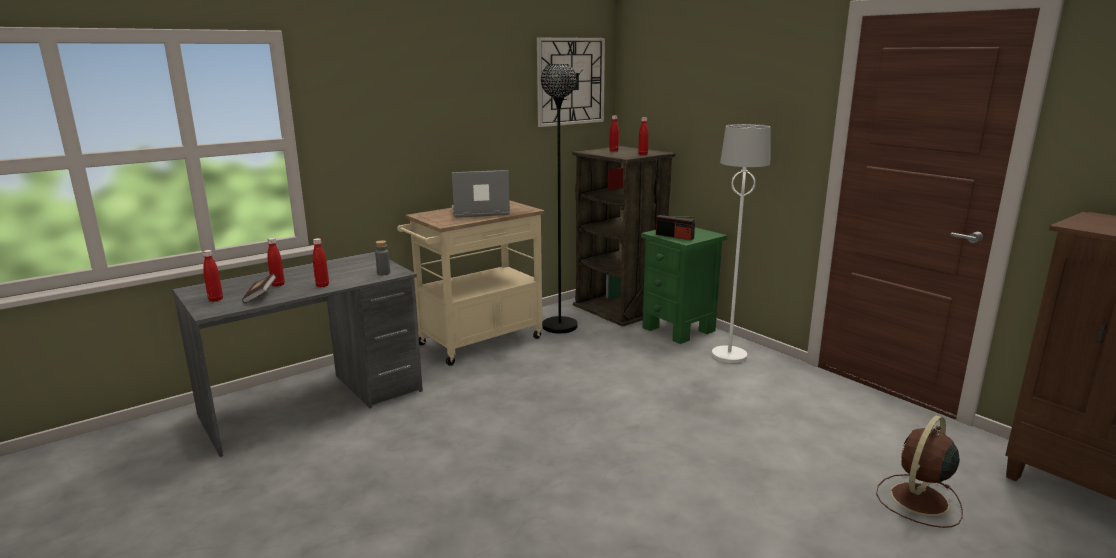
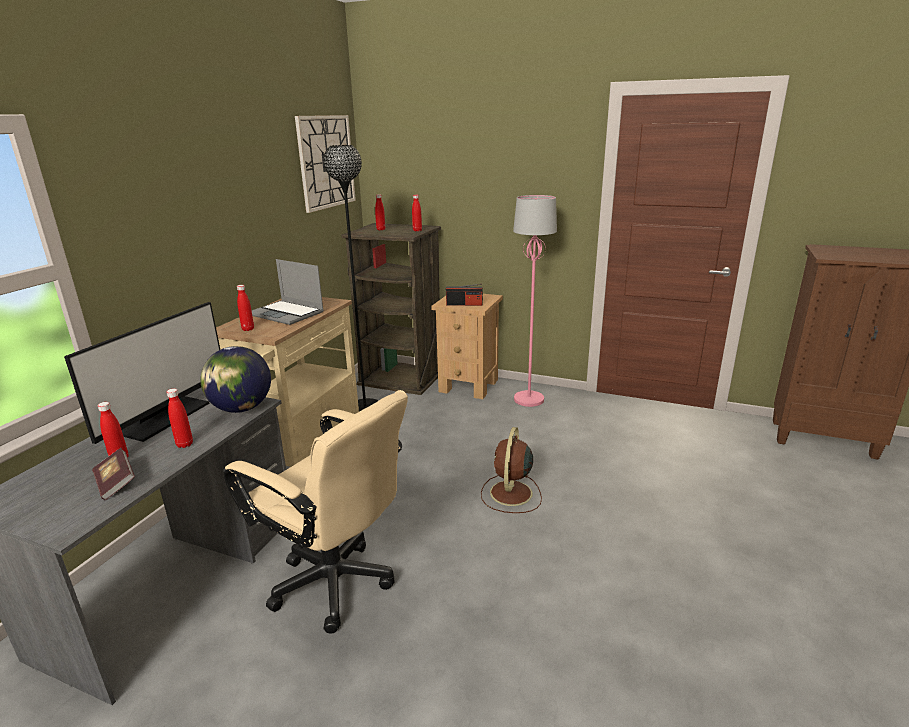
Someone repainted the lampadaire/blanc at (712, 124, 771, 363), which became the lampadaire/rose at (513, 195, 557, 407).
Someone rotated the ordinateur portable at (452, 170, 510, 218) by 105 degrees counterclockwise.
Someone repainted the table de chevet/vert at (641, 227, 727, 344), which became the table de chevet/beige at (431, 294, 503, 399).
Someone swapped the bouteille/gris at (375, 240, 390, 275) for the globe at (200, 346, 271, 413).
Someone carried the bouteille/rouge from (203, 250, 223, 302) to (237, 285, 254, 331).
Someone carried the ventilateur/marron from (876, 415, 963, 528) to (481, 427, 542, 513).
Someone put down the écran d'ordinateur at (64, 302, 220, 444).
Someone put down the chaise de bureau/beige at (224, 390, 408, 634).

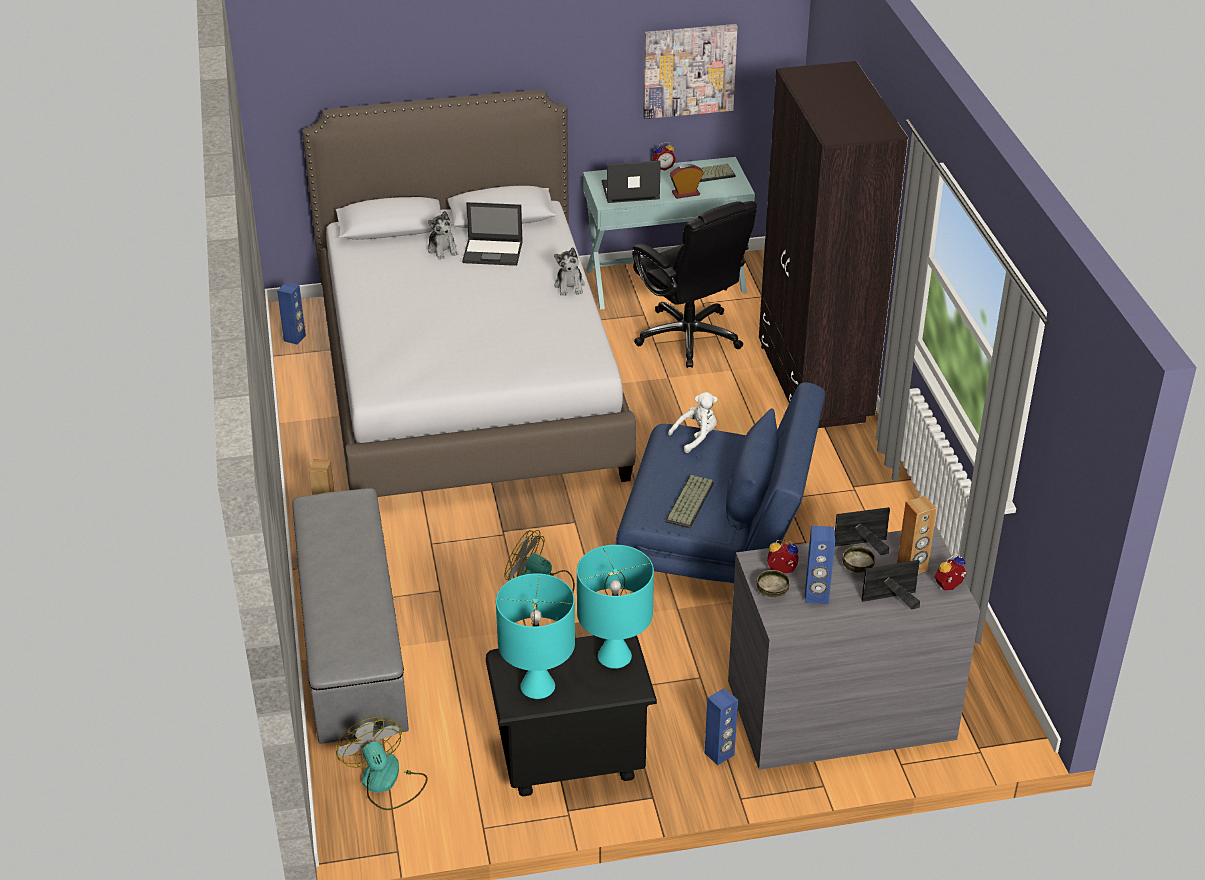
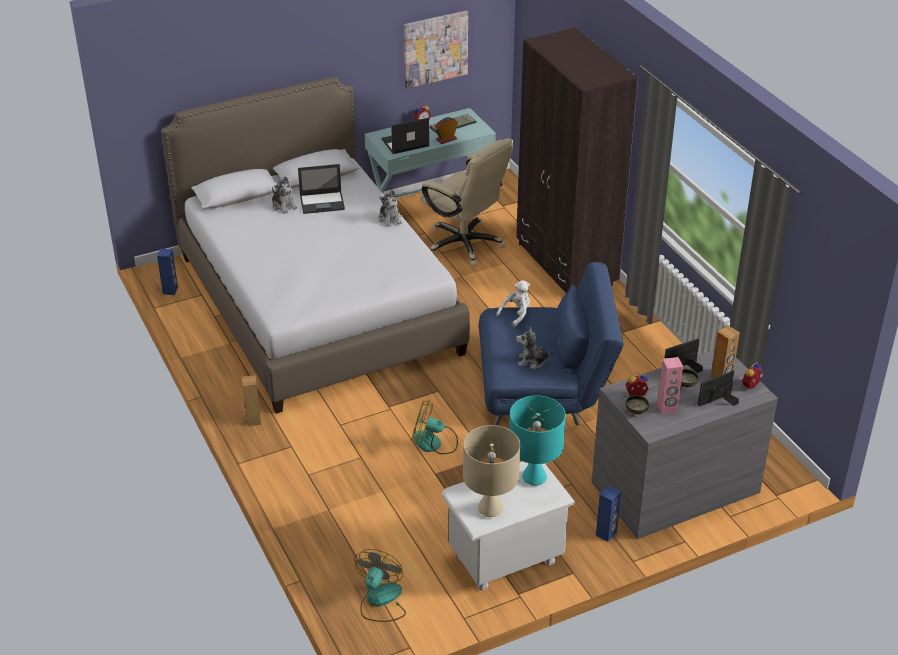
Someone repainted the chaise de bureau/noir at (632, 201, 757, 368), which became the chaise de bureau/beige at (420, 138, 513, 267).
Someone swapped the clavier at (665, 475, 714, 528) for the peluche at (516, 327, 554, 369).
Someone took away the banc/gris at (292, 488, 409, 744).
Someone repainted the enceinte/bleu at (805, 526, 835, 604), which became the enceinte/rose at (657, 357, 683, 414).
Someone repainted the lampe de table/turquoise at (496, 573, 575, 699), which became the lampe de table/beige at (463, 425, 521, 517).
Someone repainted the table de chevet/noir at (486, 635, 657, 797), which became the table de chevet/blanc at (442, 462, 575, 591).
Someone rotated the ventilateur at (336, 716, 428, 810) by 60 degrees clockwise.

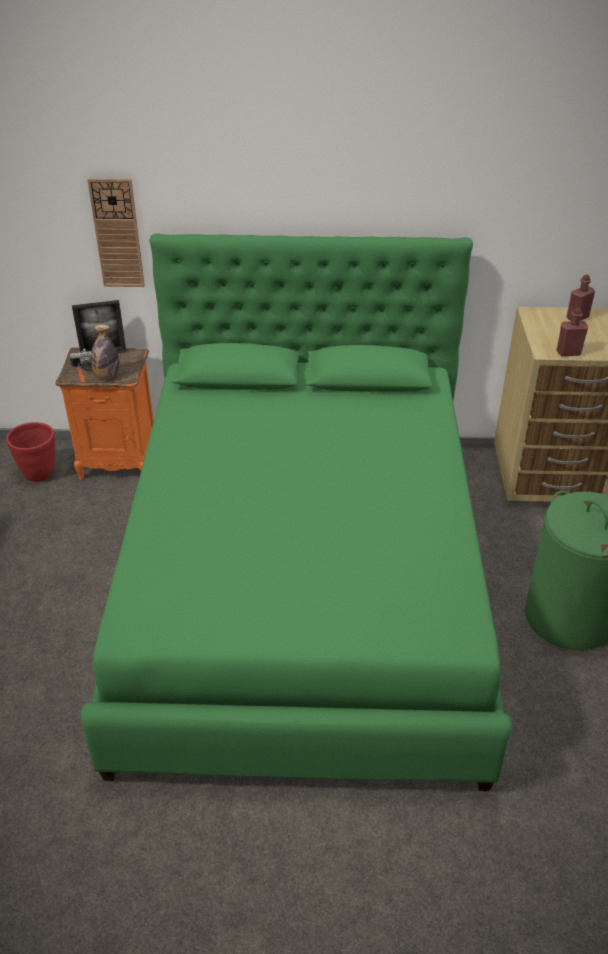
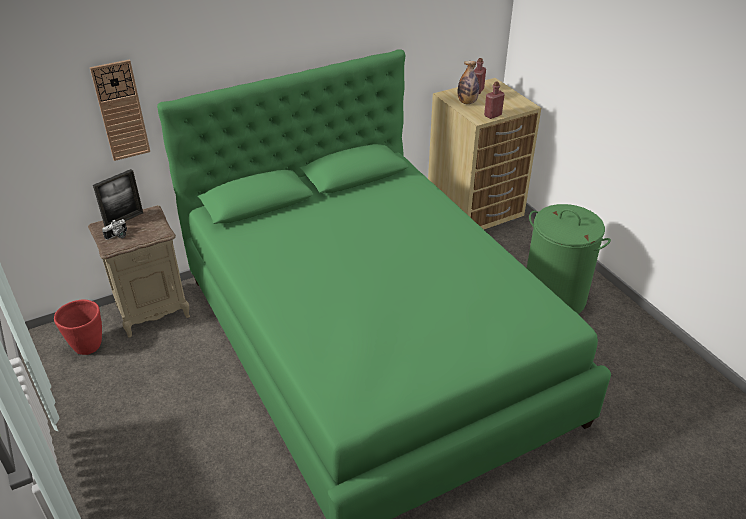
Someone carried the bouteille from (91, 325, 119, 379) to (457, 61, 479, 104).
Someone repainted the table de chevet/orange at (55, 347, 154, 480), which became the table de chevet/beige at (88, 205, 190, 338).

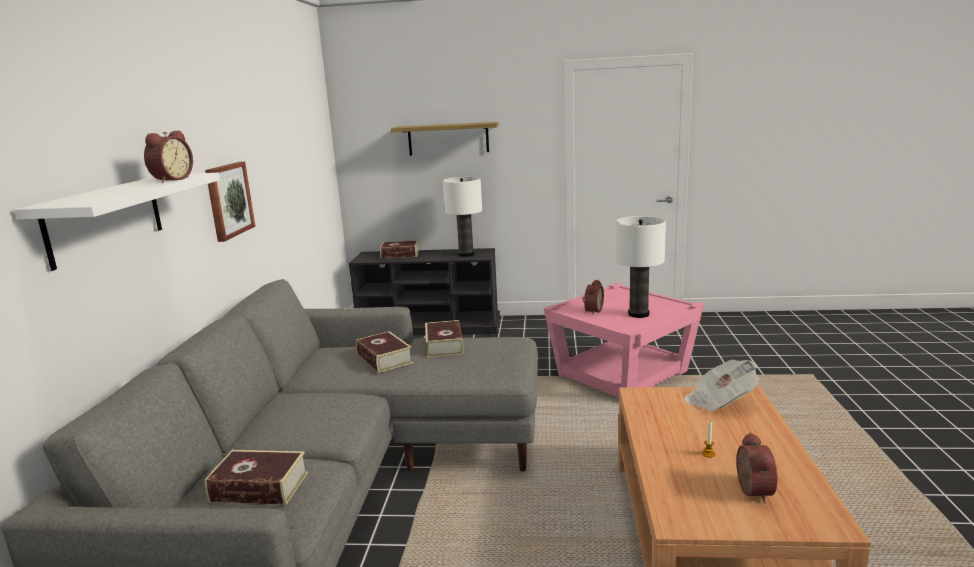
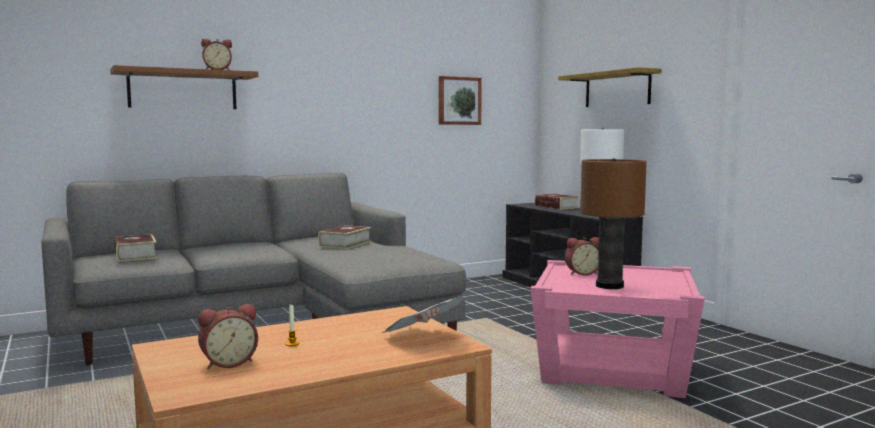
Someone carried the tableau from (205, 161, 255, 242) to (439, 76, 482, 125).
Someone repainted the étagère/blanc at (14, 173, 220, 271), which became the étagère/marron at (110, 65, 258, 109).
Someone repainted the lampe de table/blanc at (616, 216, 666, 318), which became the lampe de table/marron at (580, 158, 647, 289).
Someone took away the livre at (425, 320, 464, 358).

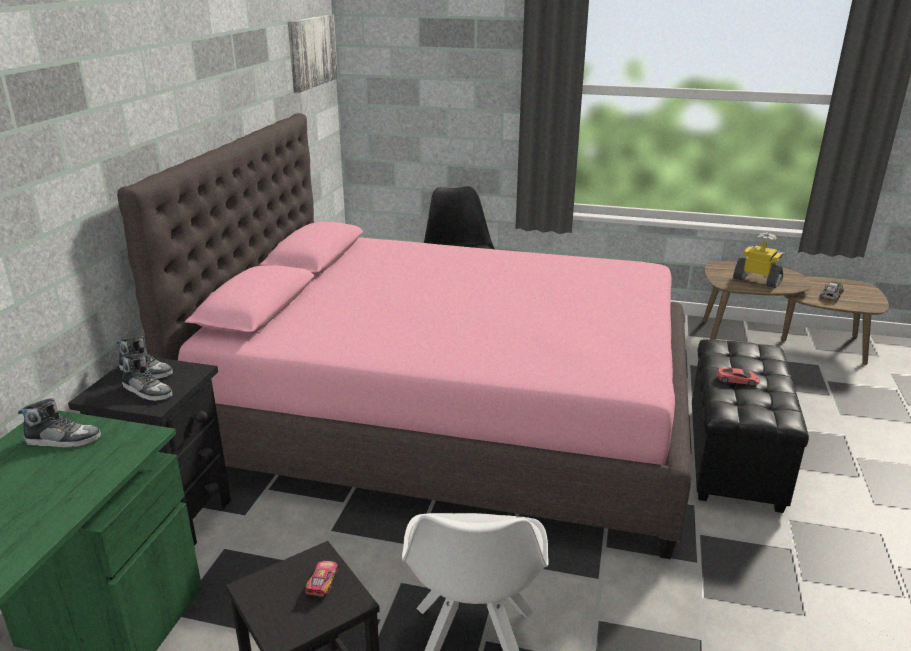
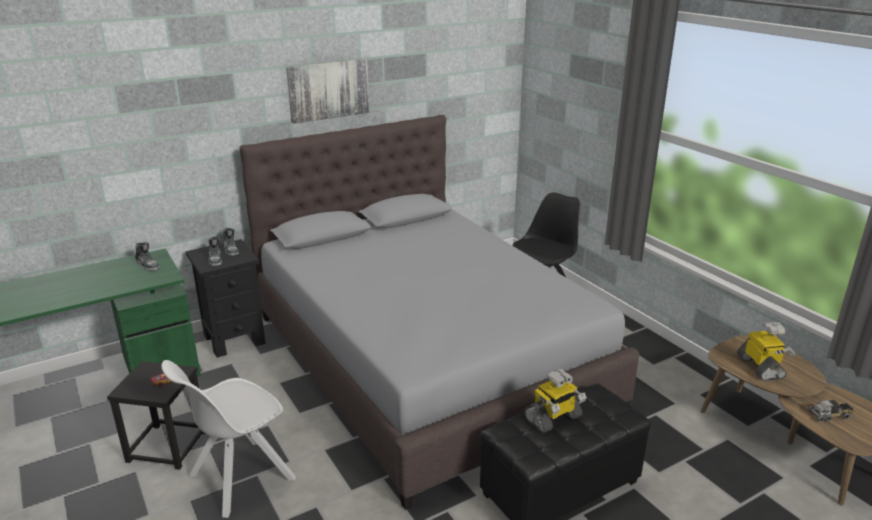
Someone carried the tableau from (288, 14, 338, 93) to (286, 59, 370, 124).
Someone repainted the lit/rose at (117, 113, 692, 559), which became the lit/gris at (240, 115, 639, 510).
Someone swapped the petite voiture/rouge at (717, 367, 760, 386) for the robot jouet at (524, 369, 587, 433).

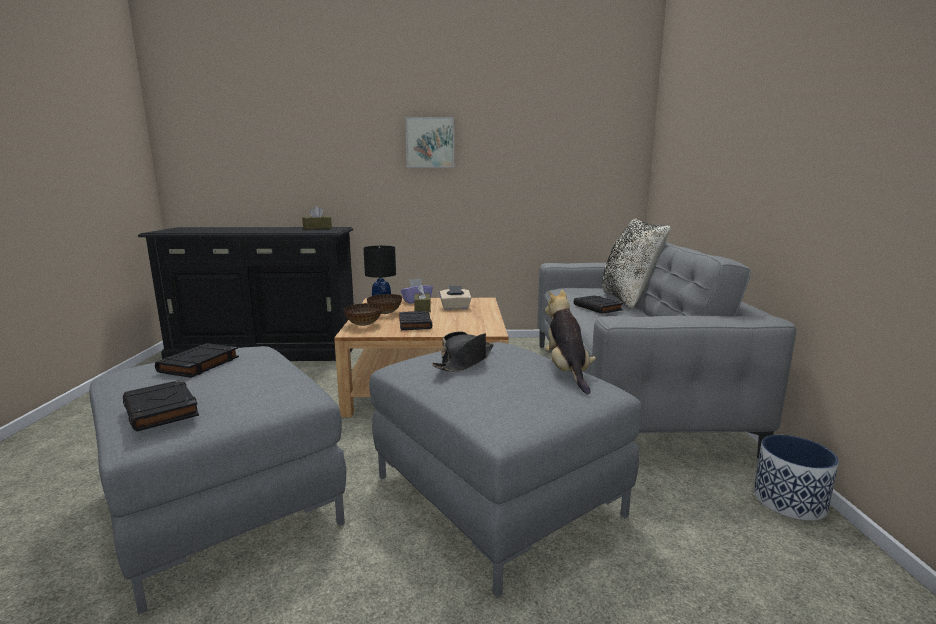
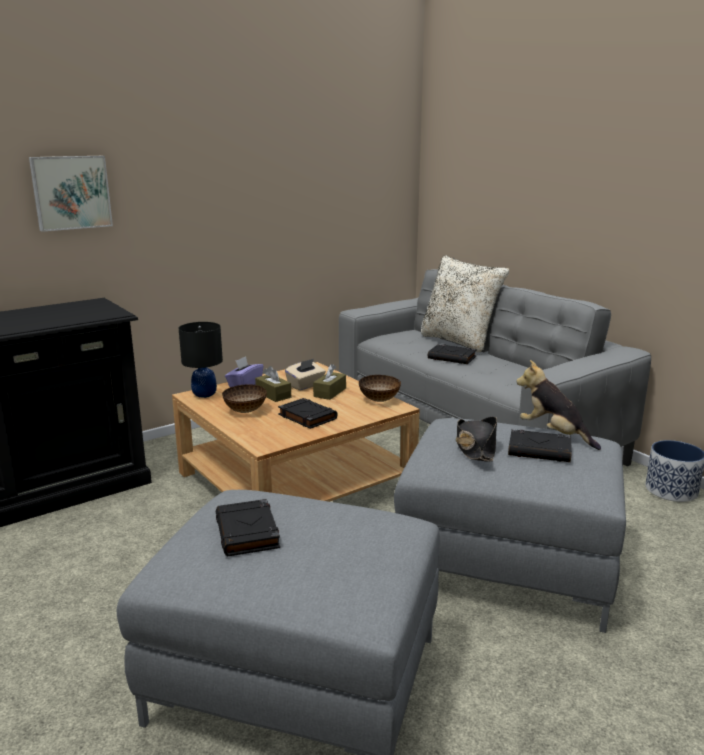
Someone carried the tableau from (405, 117, 454, 168) to (29, 156, 113, 232).
Someone carried the boîte à mouchoirs/marron from (302, 206, 332, 229) to (313, 364, 346, 400).
Someone carried the bol from (344, 303, 382, 326) to (359, 375, 401, 402).
Someone carried the livre/noir from (123, 380, 199, 431) to (508, 429, 572, 462).

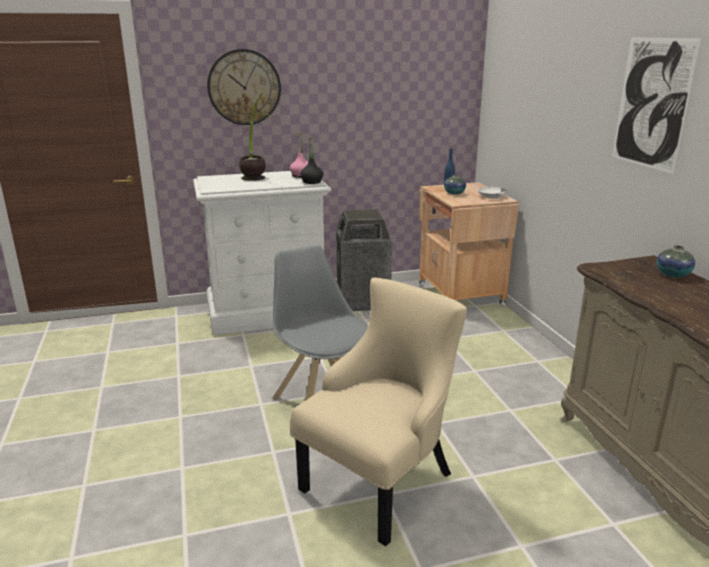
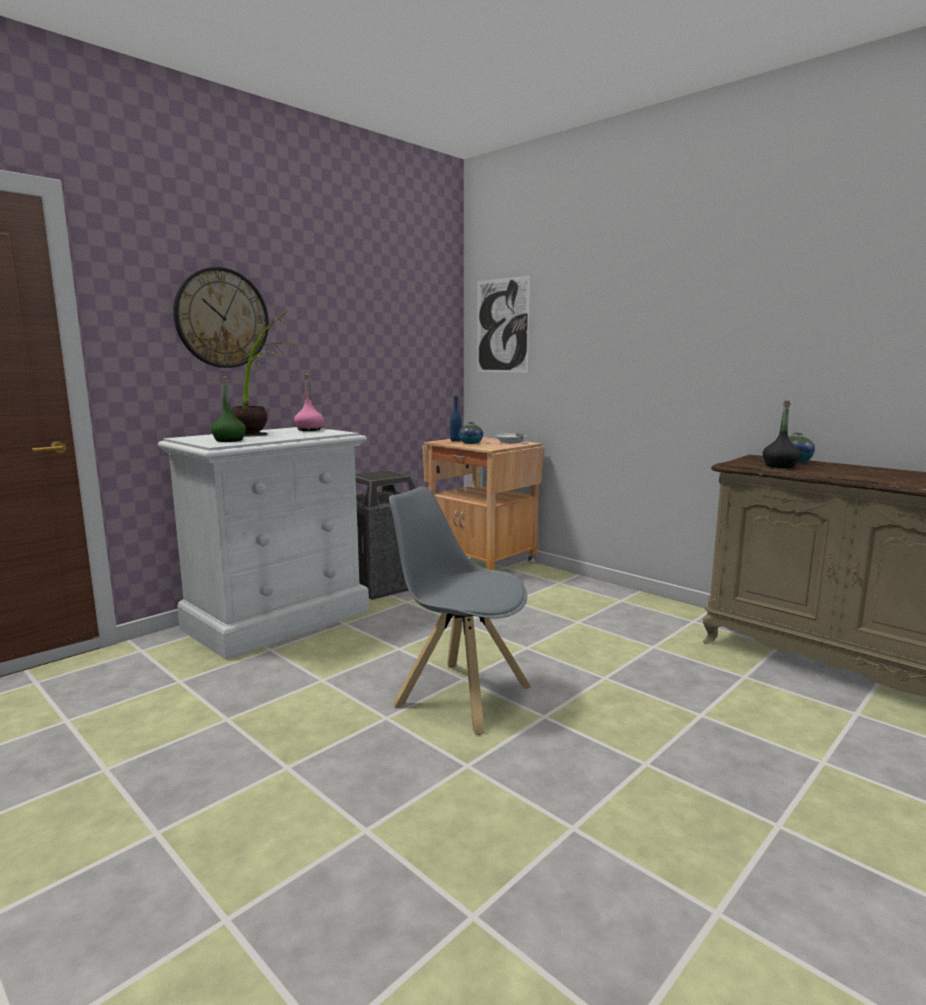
Someone carried the tableau from (612, 37, 702, 174) to (477, 276, 530, 372).
Someone carried the bouteille/noir from (300, 137, 324, 184) to (763, 400, 801, 468).
Someone took away the chaise/beige at (289, 278, 467, 546).
Someone put down the bouteille/vert at (211, 377, 246, 442).

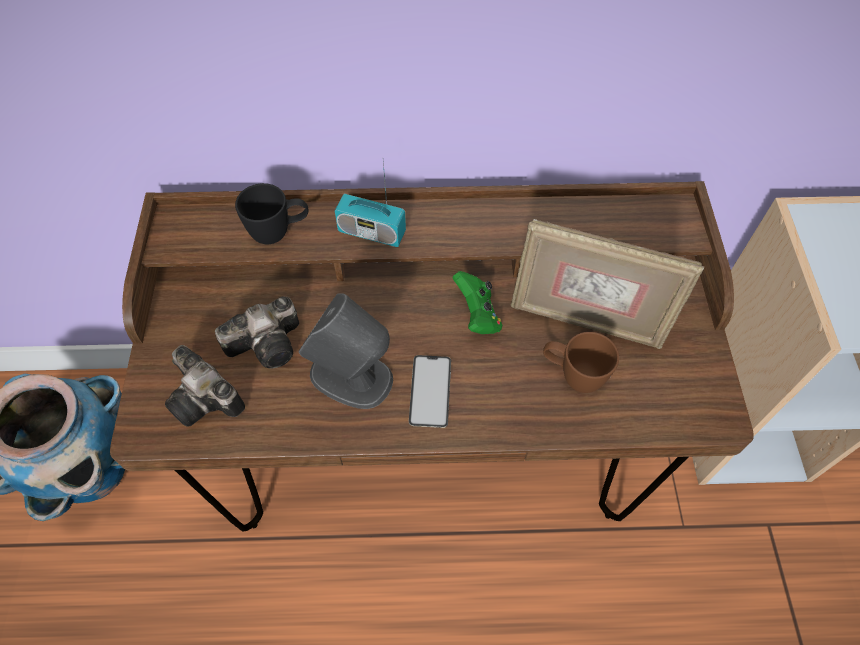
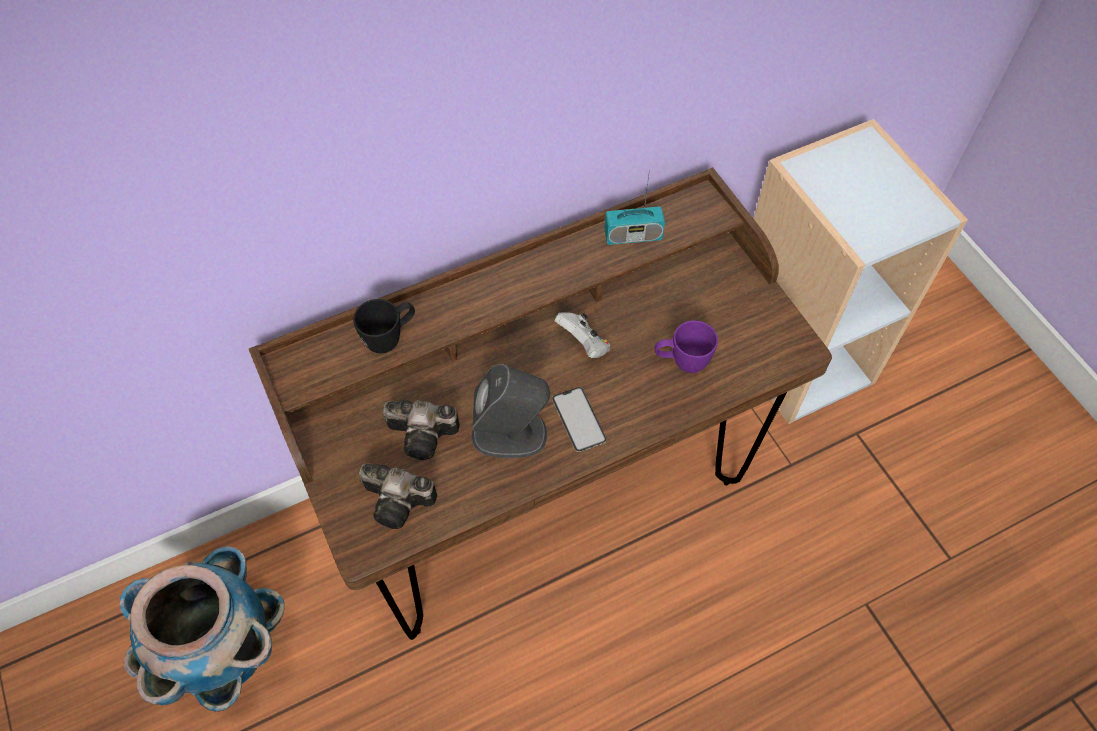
Someone carried the radio from (335, 162, 406, 247) to (604, 169, 665, 245).
Someone took away the cadre photo at (511, 219, 704, 349).
Someone repainted the manette/vert at (453, 271, 502, 334), which became the manette/blanc at (555, 313, 610, 358).
Someone rotated the appareil photo at (215, 297, 299, 368) by 60 degrees clockwise.
Someone repainted the mug/marron at (543, 332, 619, 393), which became the mug/violet at (655, 320, 718, 373).

